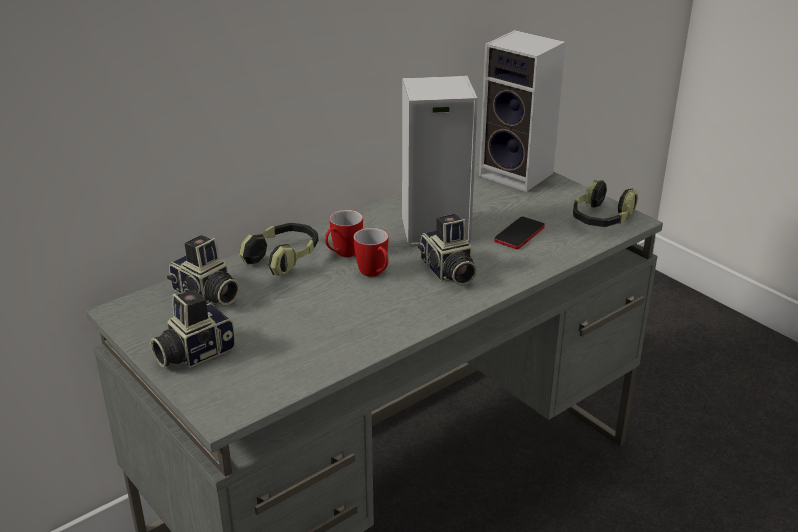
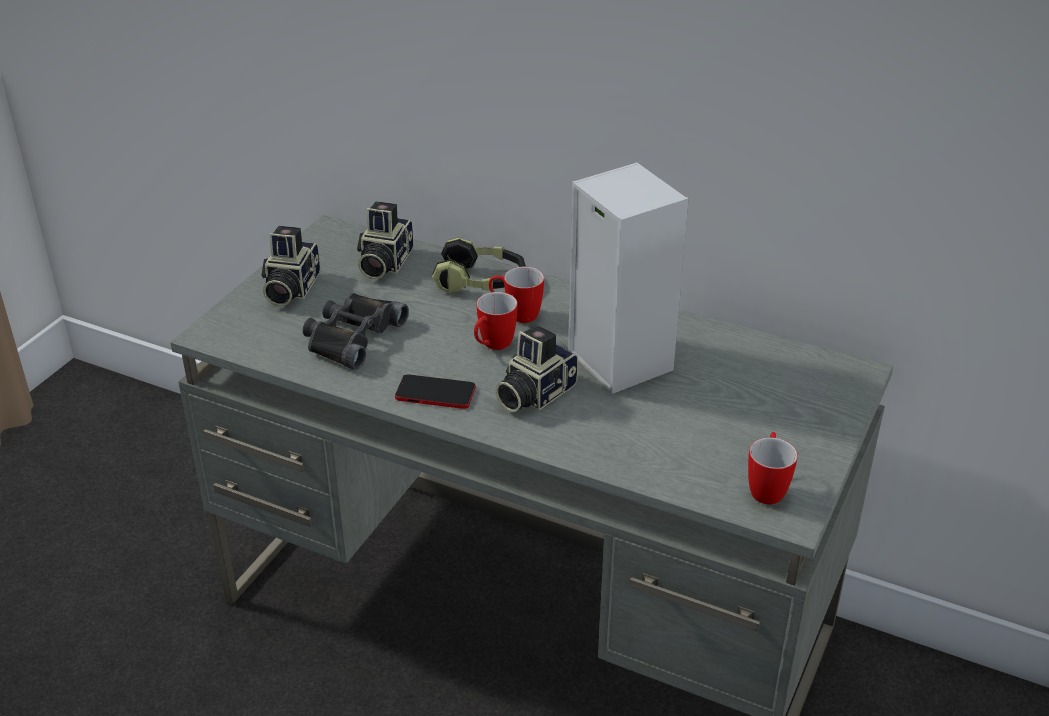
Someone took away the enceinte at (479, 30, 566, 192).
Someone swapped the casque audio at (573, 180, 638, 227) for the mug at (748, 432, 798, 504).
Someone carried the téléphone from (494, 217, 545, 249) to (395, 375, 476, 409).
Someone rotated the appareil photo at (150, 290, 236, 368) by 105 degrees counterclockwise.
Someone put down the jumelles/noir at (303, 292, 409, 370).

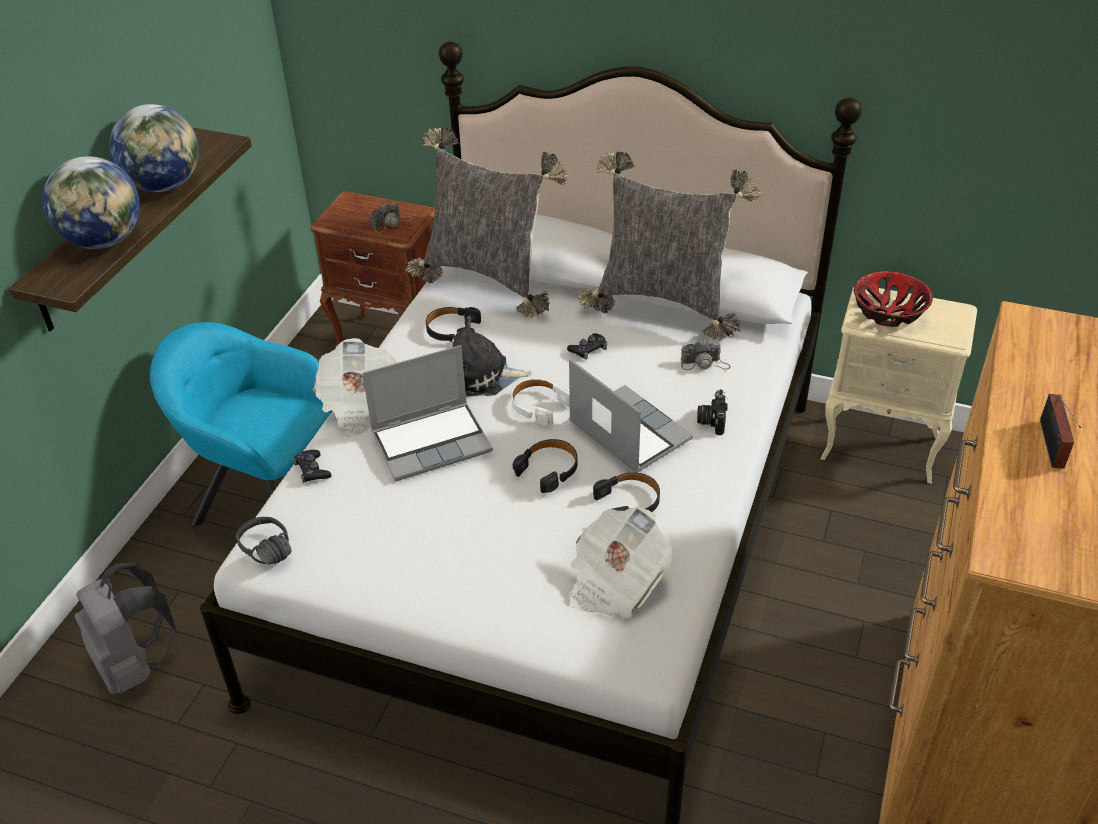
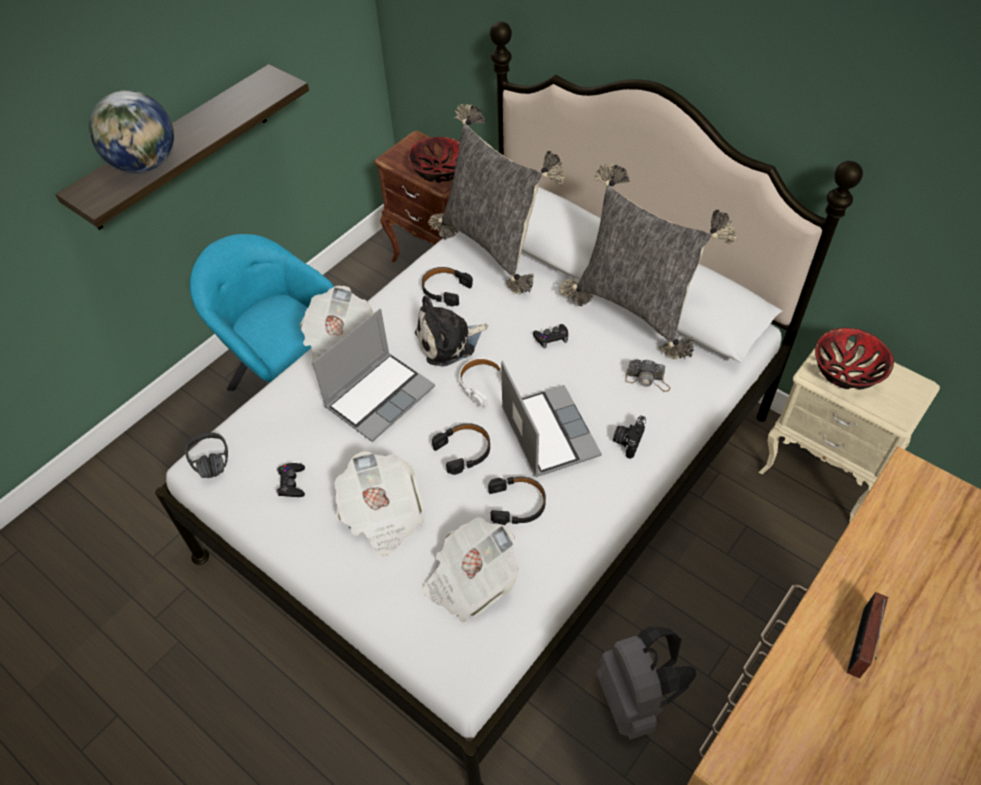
Someone took away the globe at (109, 104, 199, 192).
Someone swapped the appareil photo at (370, 202, 413, 233) for the bol at (408, 137, 460, 183).
Someone rotated the peluche at (449, 316, 532, 397) by 45 degrees counterclockwise.
Someone rotated the ordinateur portable at (362, 345, 493, 481) by 45 degrees counterclockwise.
Someone carried the manette/noir from (293, 450, 331, 483) to (276, 463, 305, 497).
Someone carried the sac à dos/gris from (75, 563, 176, 694) to (597, 626, 696, 740).
Someone put down the journal at (334, 450, 424, 556).

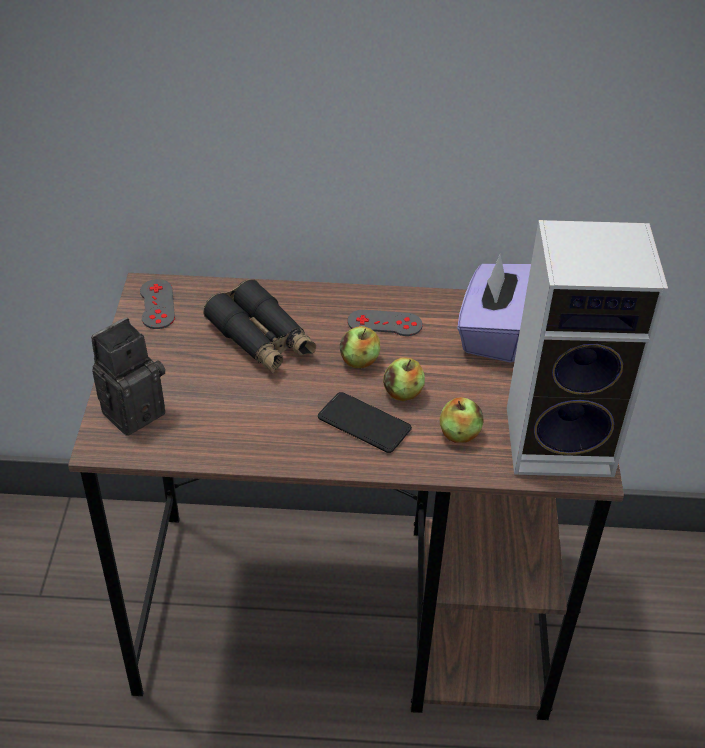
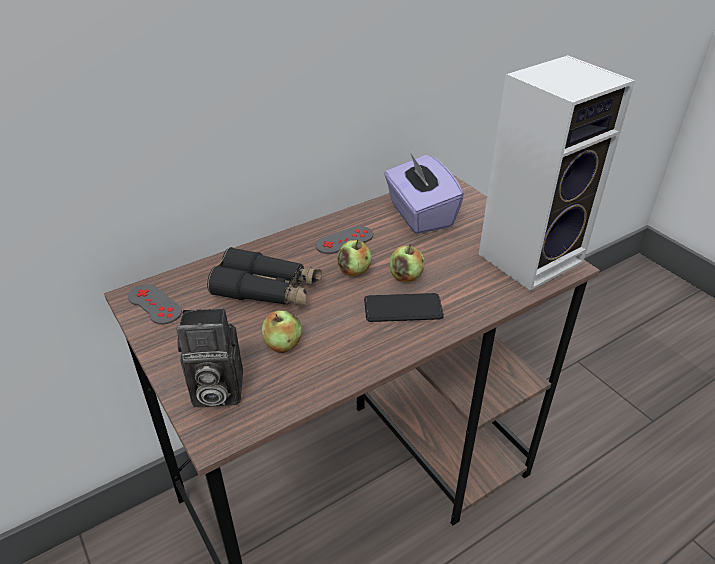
Someone rotated the appareil photo at (91, 317, 165, 436) by 105 degrees counterclockwise.
Someone carried the pomme from (440, 397, 484, 443) to (262, 311, 302, 353).

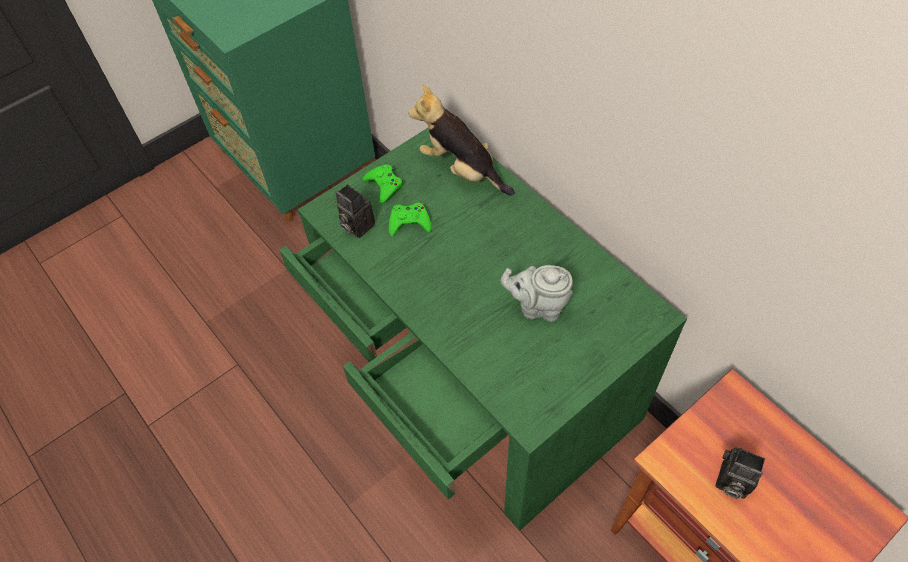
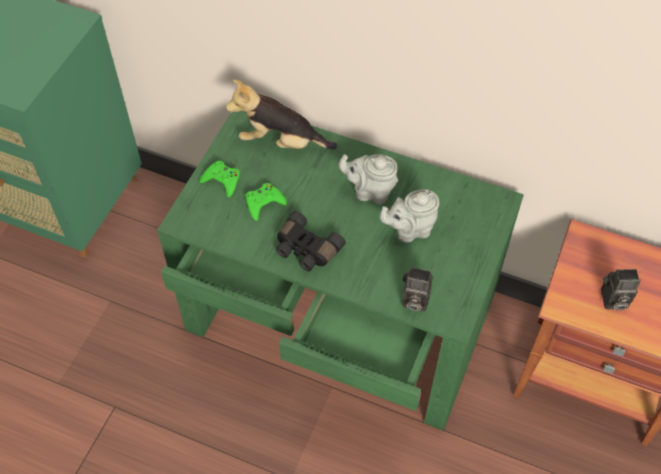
Someone carried the appareil photo from (336, 184, 375, 238) to (402, 267, 433, 312).
Someone put down the théière/gris at (338, 154, 398, 204).
Someone put down the jumelles/noir at (276, 211, 346, 271).

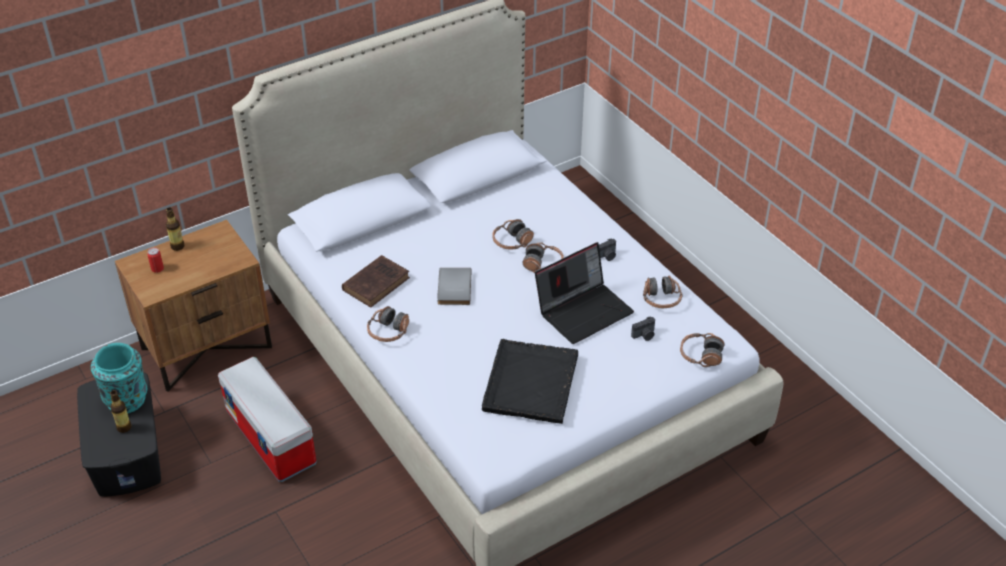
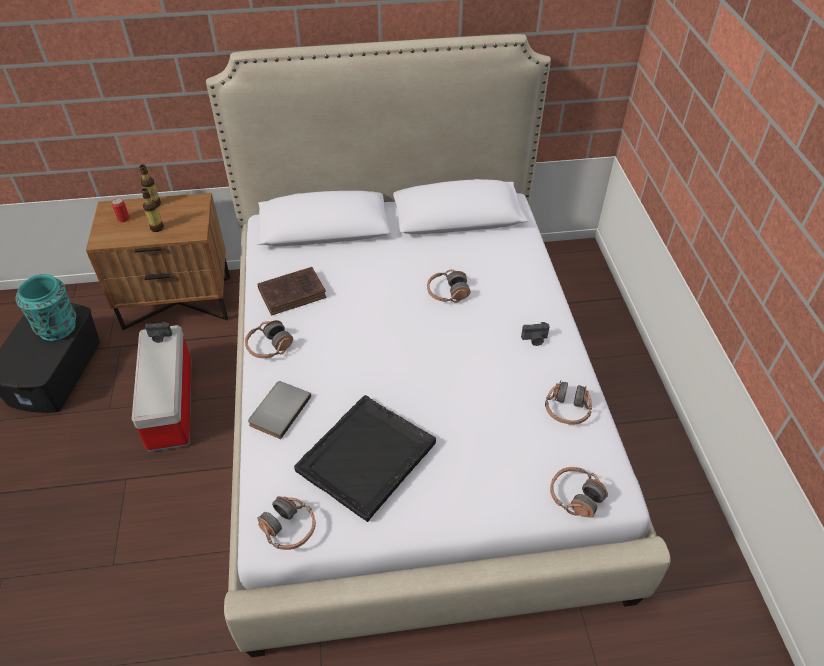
Someone carried the casque audio from (522, 242, 564, 273) to (258, 496, 316, 550).
Someone took away the ordinateur portable at (535, 242, 634, 344).
Someone carried the livre/gris from (437, 268, 472, 305) to (248, 381, 311, 439).
Someone carried the appareil photo from (631, 317, 655, 341) to (145, 322, 172, 343).
Someone carried the bouteille from (110, 390, 131, 433) to (141, 188, 164, 232).

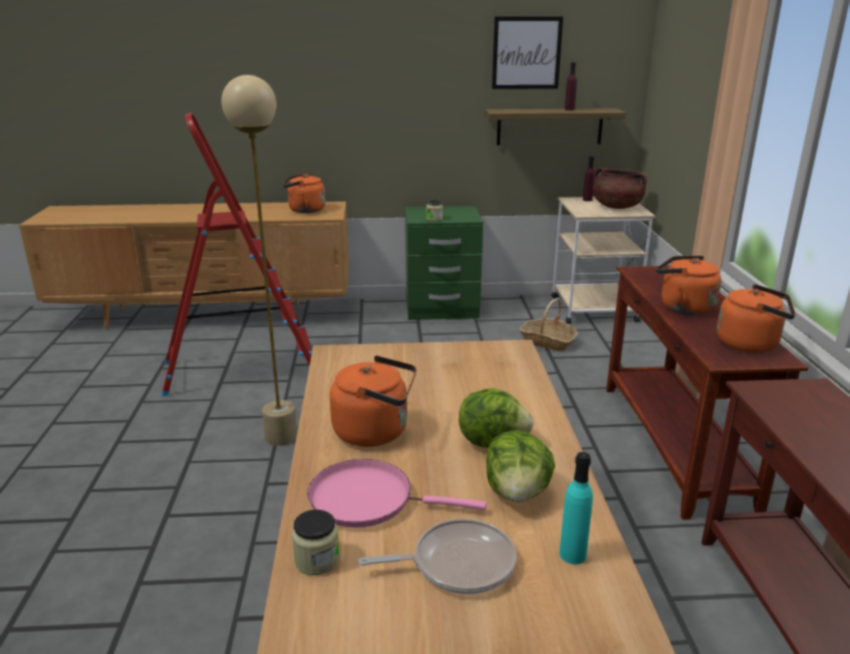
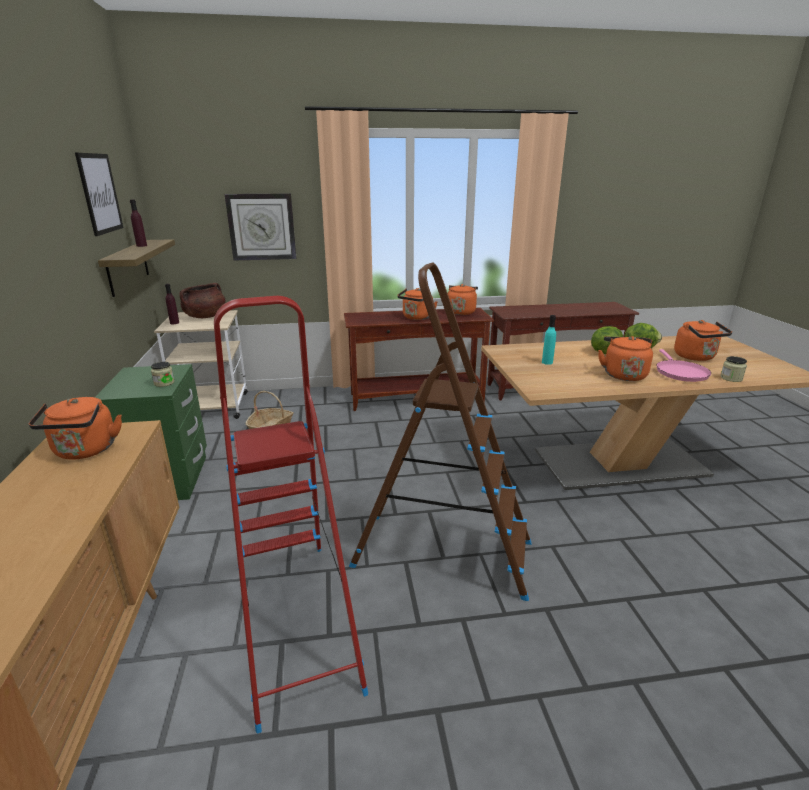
Someone swapped the lampadaire/beige at (221, 75, 297, 446) for the escabeau/marron at (349, 262, 532, 601).
Someone carried the bouteille/turquoise from (559, 452, 593, 564) to (542, 315, 556, 365).
Someone swapped the poêle at (358, 519, 517, 594) for the bouilloire/orange at (674, 320, 732, 361).
Someone put up the horloge murale at (225, 194, 296, 261).

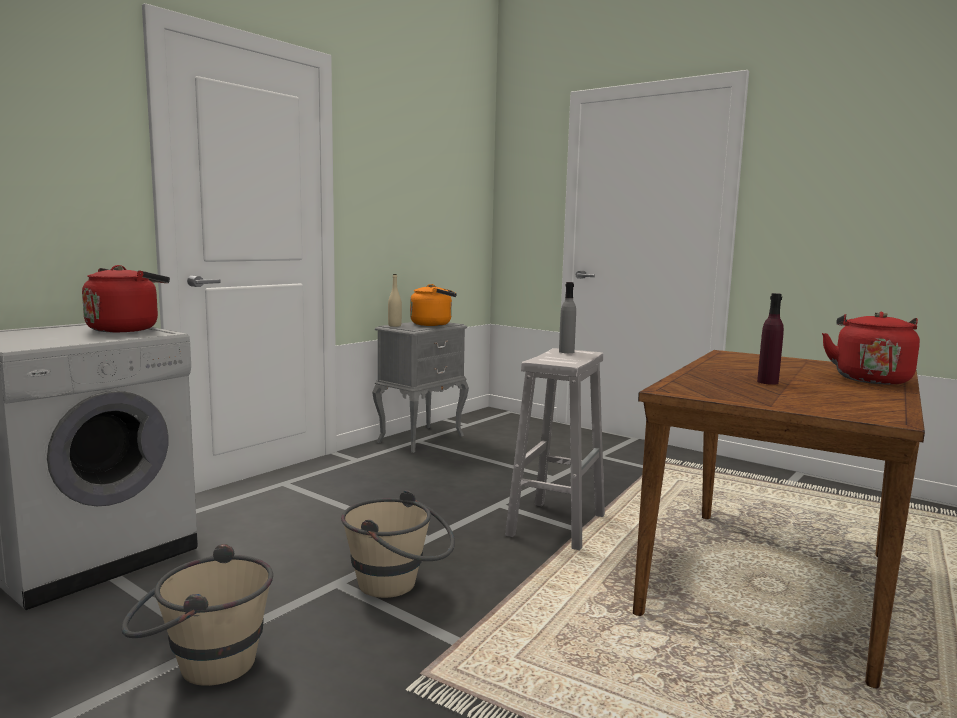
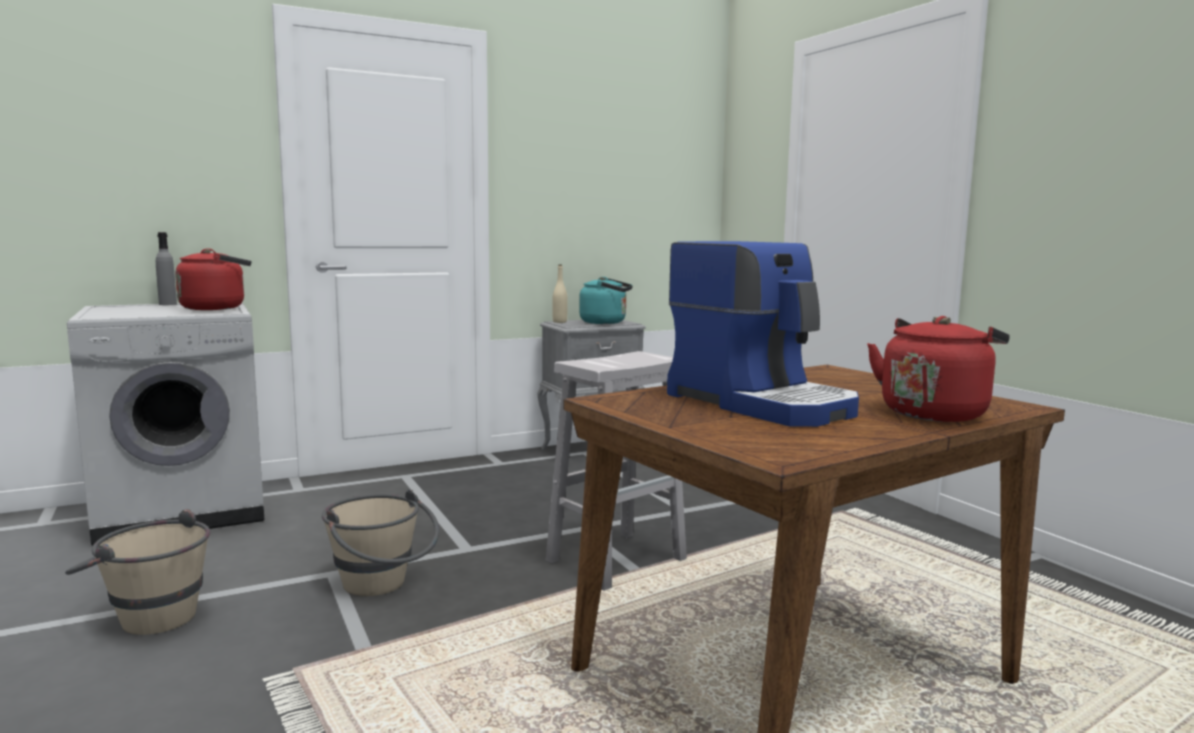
Someone carried the bouteille/gris from (559, 282, 576, 353) to (156, 232, 177, 305).
Someone repainted the bouilloire/orange at (410, 284, 457, 326), which became the bouilloire/turquoise at (579, 277, 633, 324).
Someone swapped the bouteille/violet at (757, 293, 784, 385) for the machine à café at (667, 241, 859, 427).

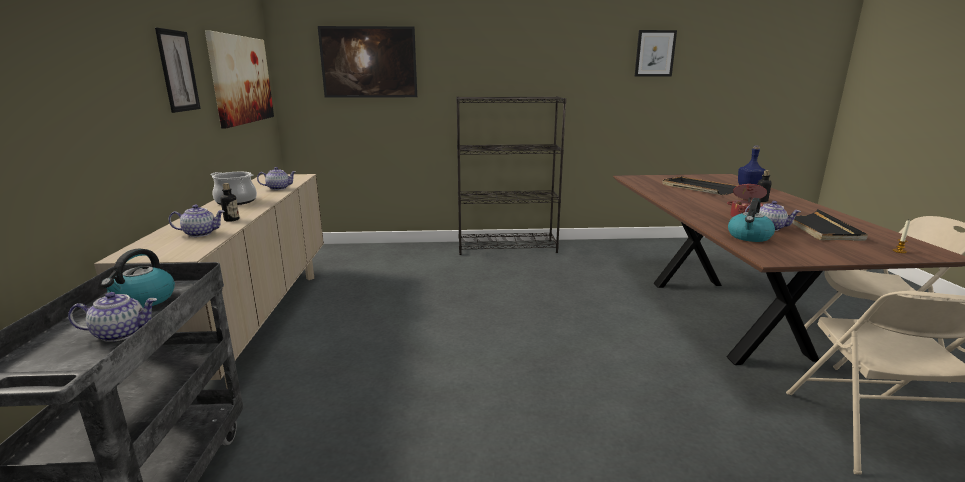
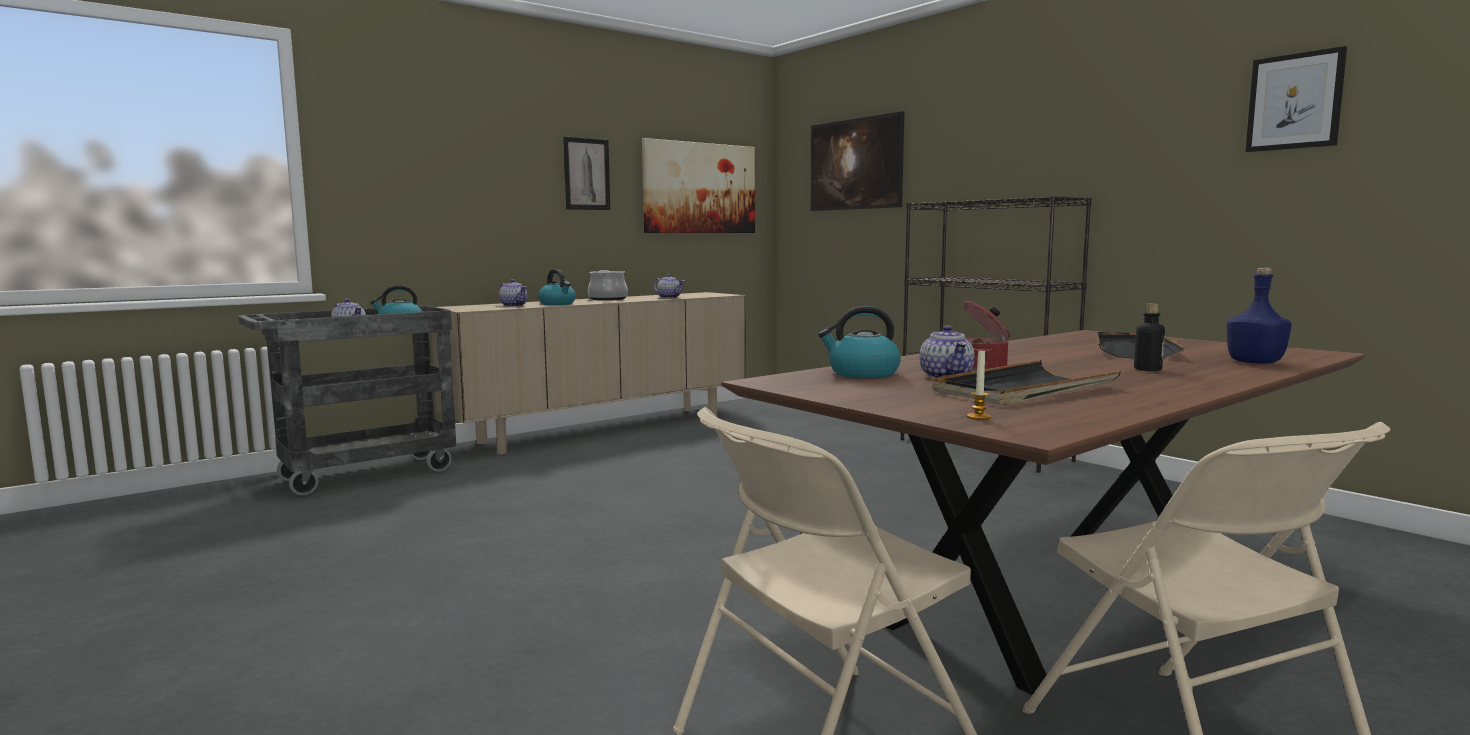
Someone swapped the bouteille at (220, 183, 239, 222) for the bouilloire at (538, 269, 576, 305).

